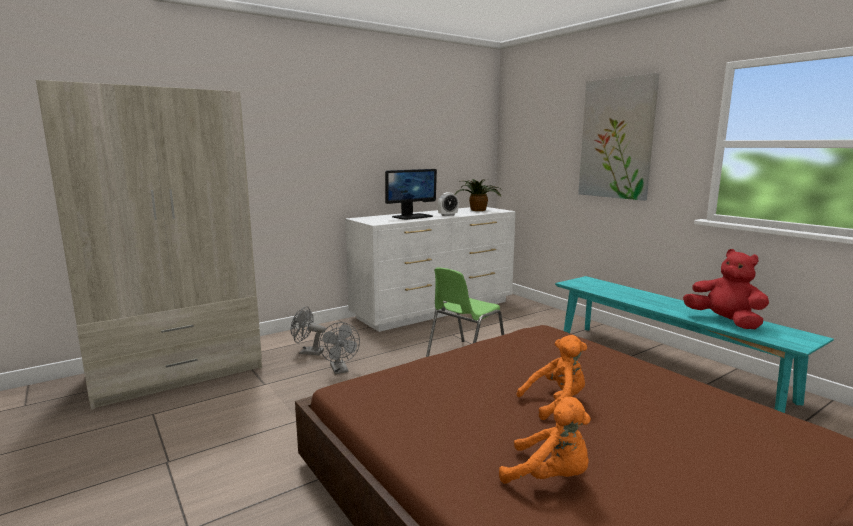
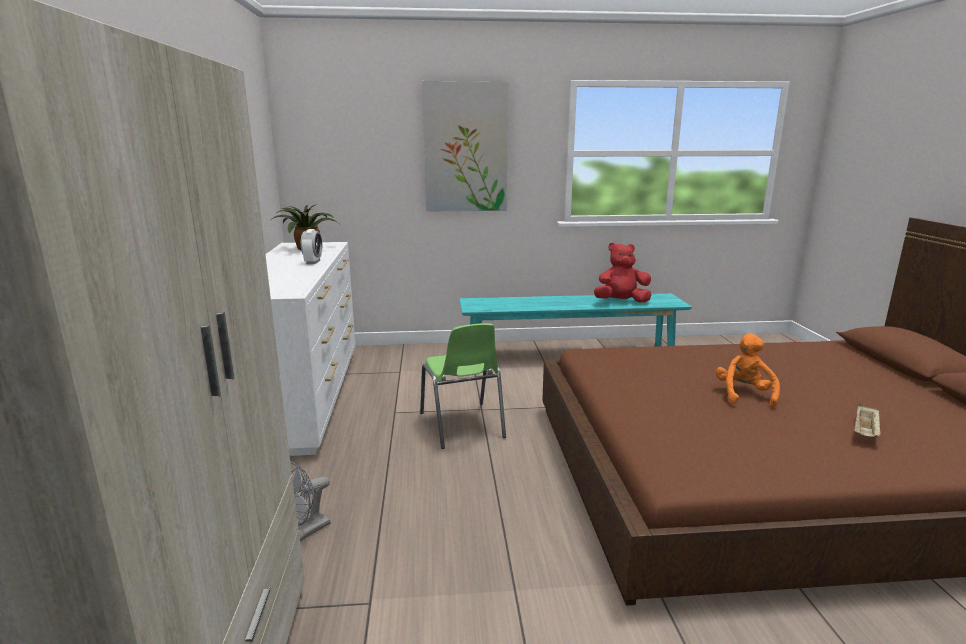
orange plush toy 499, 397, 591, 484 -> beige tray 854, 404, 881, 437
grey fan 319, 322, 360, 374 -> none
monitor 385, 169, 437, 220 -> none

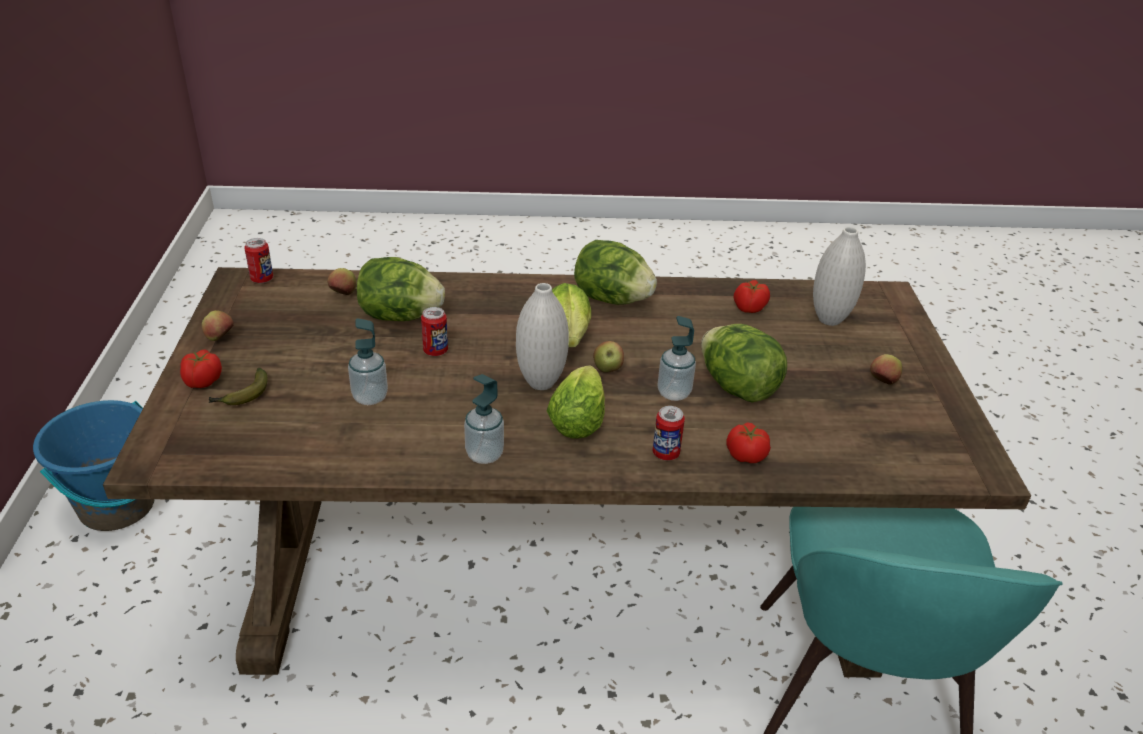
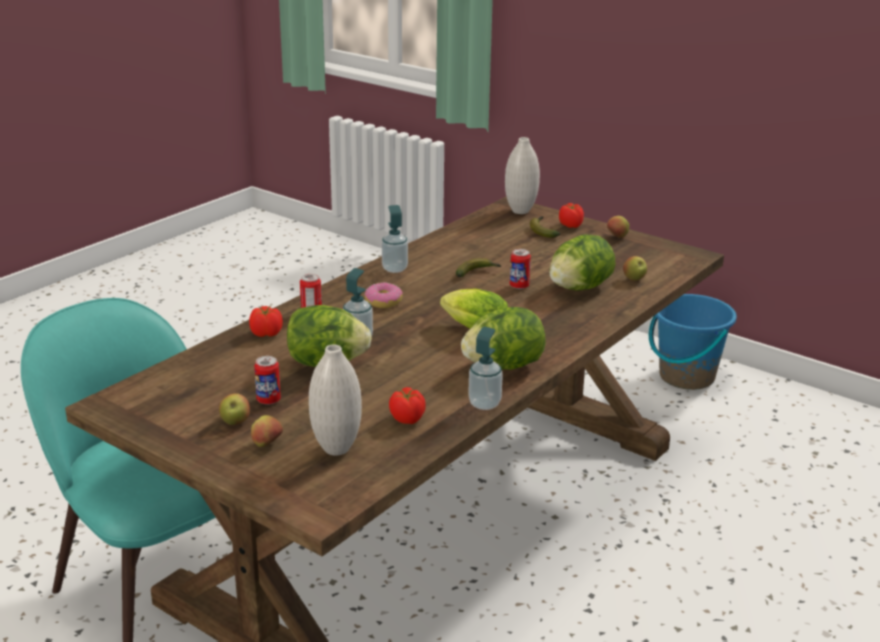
apple 593, 341, 624, 373 -> apple 251, 415, 283, 447, moved
can 244, 238, 273, 283 -> can 254, 356, 281, 405, moved
lettuce 547, 366, 605, 438 -> donut 365, 282, 403, 308
none -> banana 456, 258, 501, 277
soap dispenser 348, 319, 388, 405 -> soap dispenser 468, 327, 503, 410, moved
white vase 516, 283, 569, 390 -> white vase 505, 137, 540, 214, moved

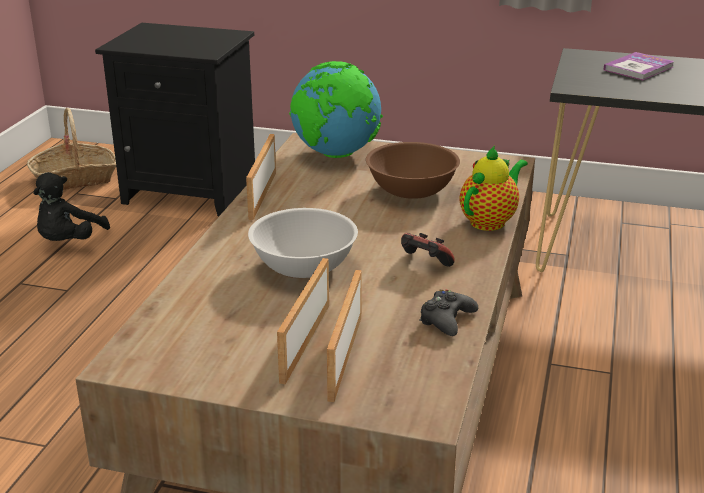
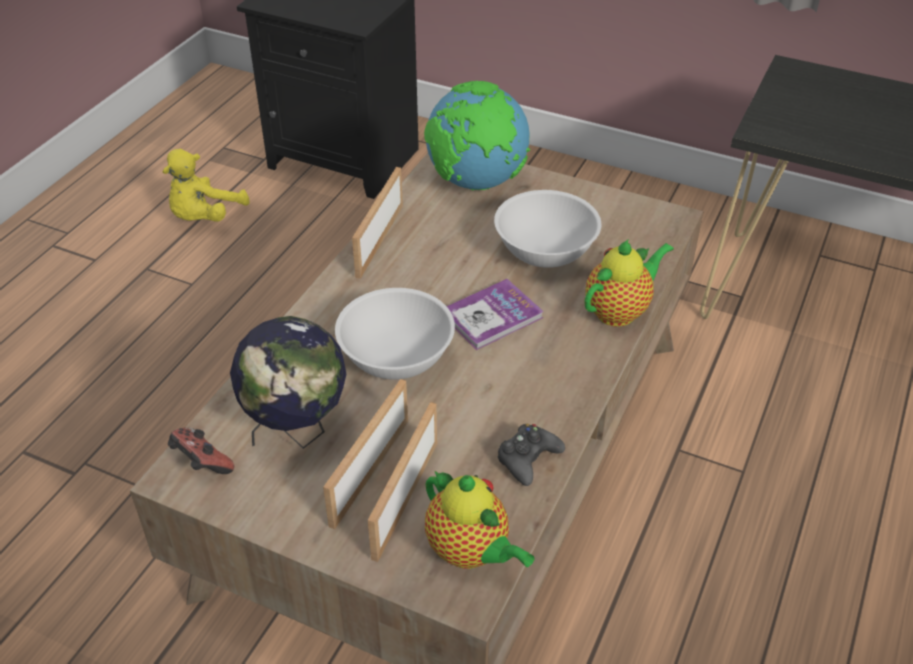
black plush toy 33, 172, 110, 241 -> yellow plush toy 163, 148, 250, 222
game controller 401, 233, 455, 267 -> game controller 168, 428, 234, 474, moved
none -> globe 230, 316, 346, 449
none -> teapot 425, 471, 534, 569
book 603, 52, 674, 80 -> book 447, 279, 544, 350, moved
brown bowl 366, 142, 460, 199 -> white bowl 494, 190, 601, 268
basket 27, 108, 116, 190 -> none

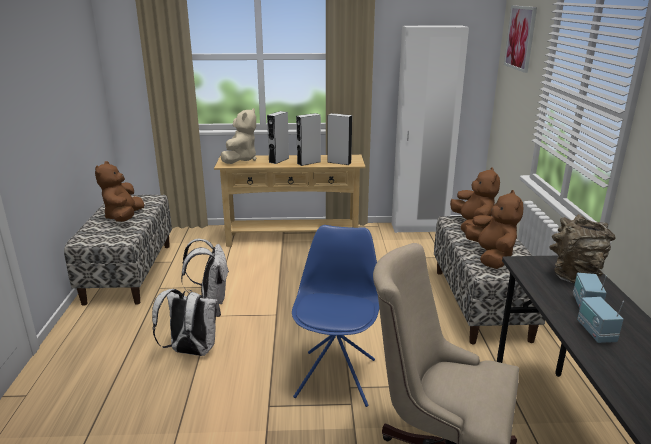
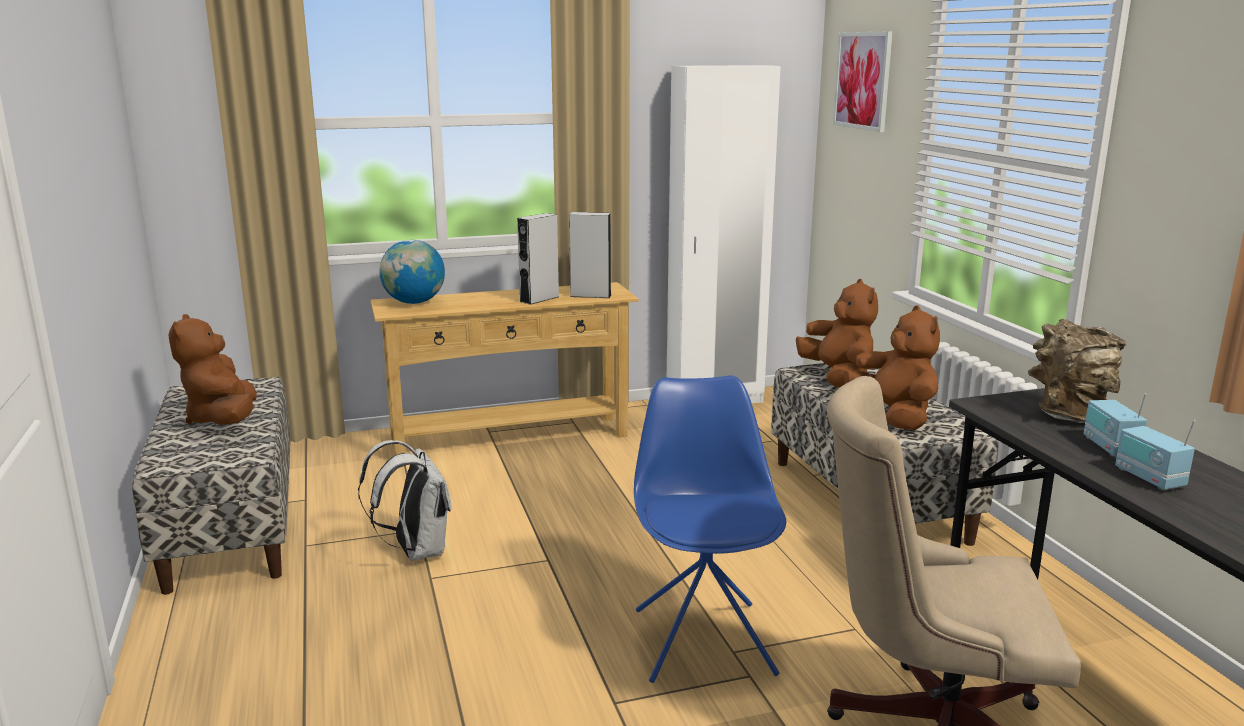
beige plush toy 221, 108, 256, 164 -> globe 379, 240, 445, 304
white backpack 152, 289, 221, 356 -> none
grey speaker 267, 111, 289, 164 -> none

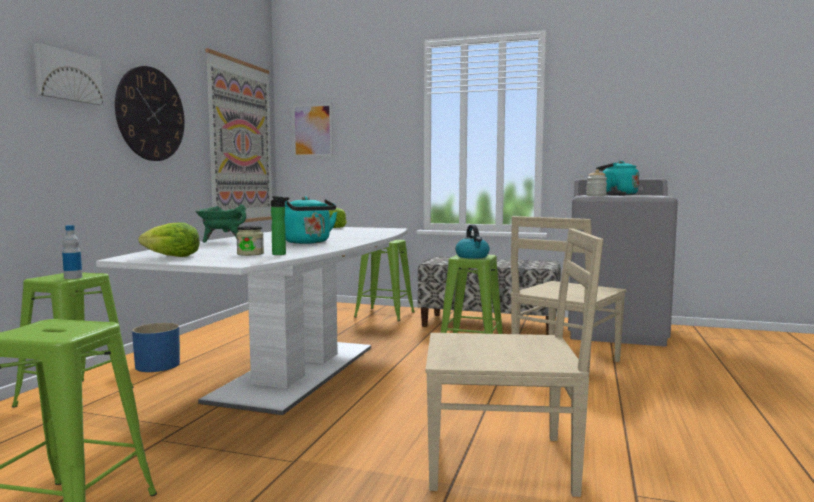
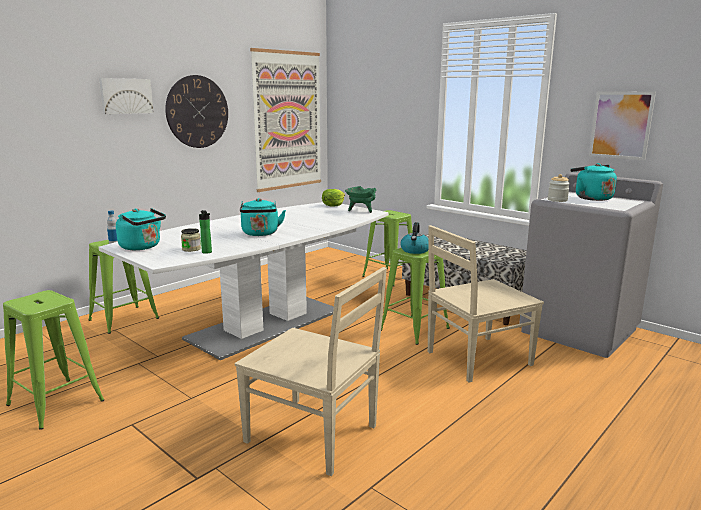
lettuce 139, 222, 200, 257 -> turquoise kettle 116, 208, 166, 250
green cooking pot 195, 204, 247, 243 -> green cooking pot 345, 186, 376, 213, moved
picture 292, 103, 333, 157 -> picture 589, 92, 656, 160, moved
blue planter 132, 323, 180, 372 -> none

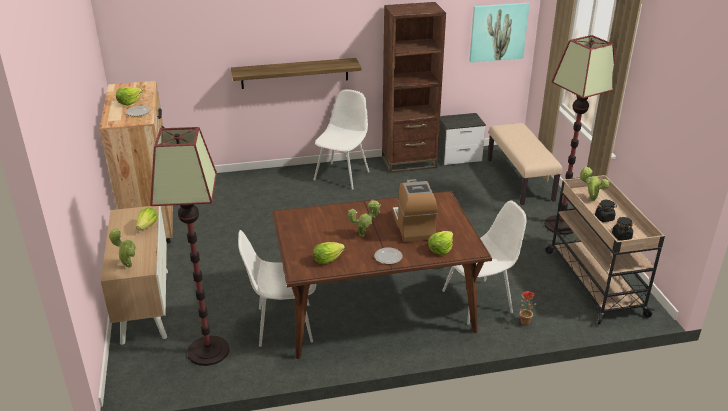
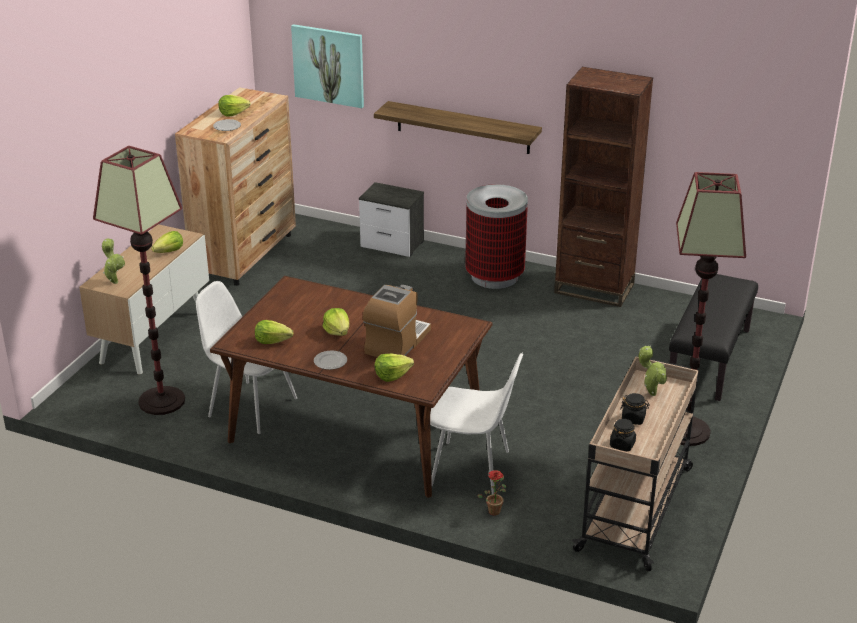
picture 469, 3, 530, 63 -> picture 291, 24, 364, 108, moved
potted plant 348, 200, 381, 237 -> lettuce 323, 308, 349, 336
nightstand 438, 113, 486, 165 -> nightstand 359, 182, 424, 257, moved
white chair 314, 89, 369, 189 -> trash can 465, 184, 528, 289
beige bench 488, 123, 563, 205 -> black bench 669, 274, 758, 401

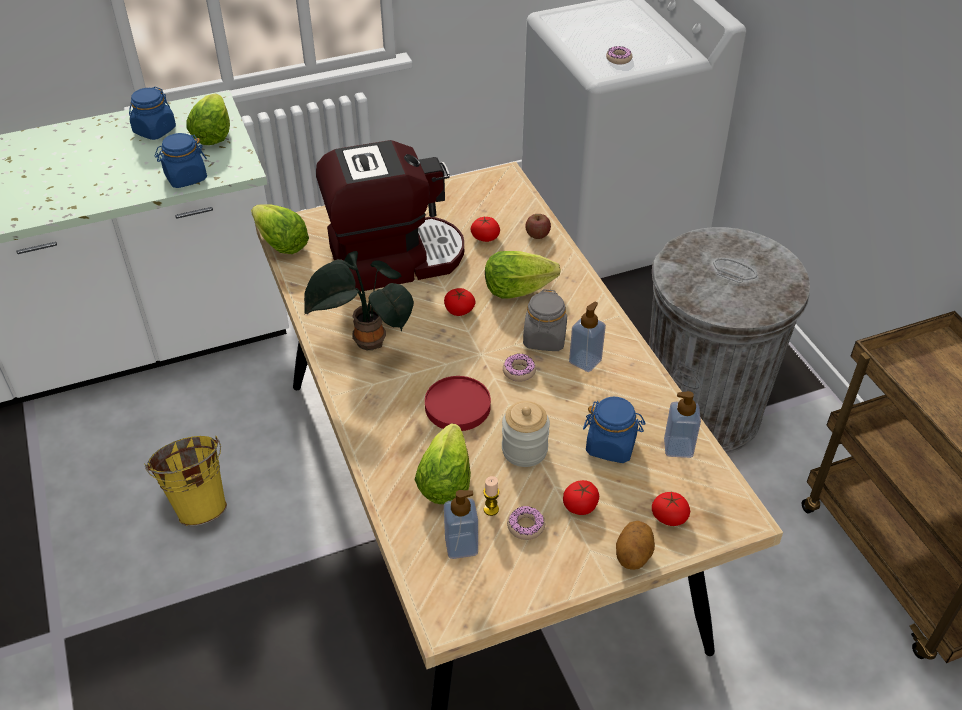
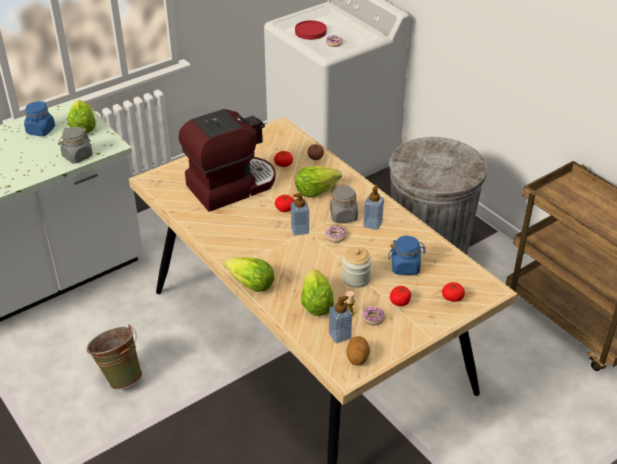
blue jar 155, 133, 207, 188 -> grey jar 58, 127, 93, 163
yellow bucket 144, 436, 227, 526 -> green bucket 87, 325, 142, 390
lettuce 251, 204, 309, 254 -> lettuce 224, 257, 274, 292, moved
soap dispenser 664, 391, 701, 458 -> soap dispenser 291, 193, 309, 236, moved
red plate 425, 376, 491, 431 -> red plate 295, 20, 327, 40, moved
potato 616, 521, 655, 570 -> potato 347, 336, 370, 366, moved
potted plant 303, 251, 414, 350 -> none

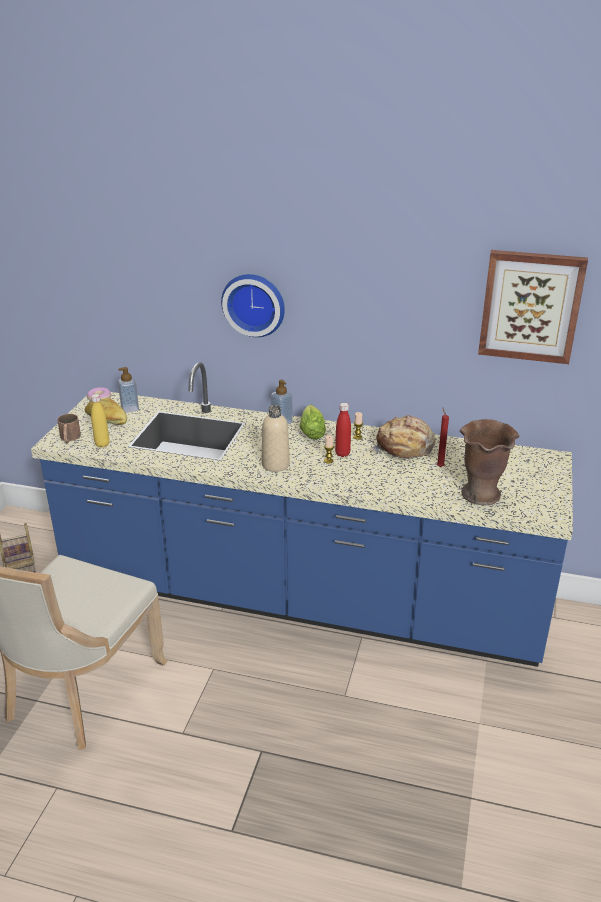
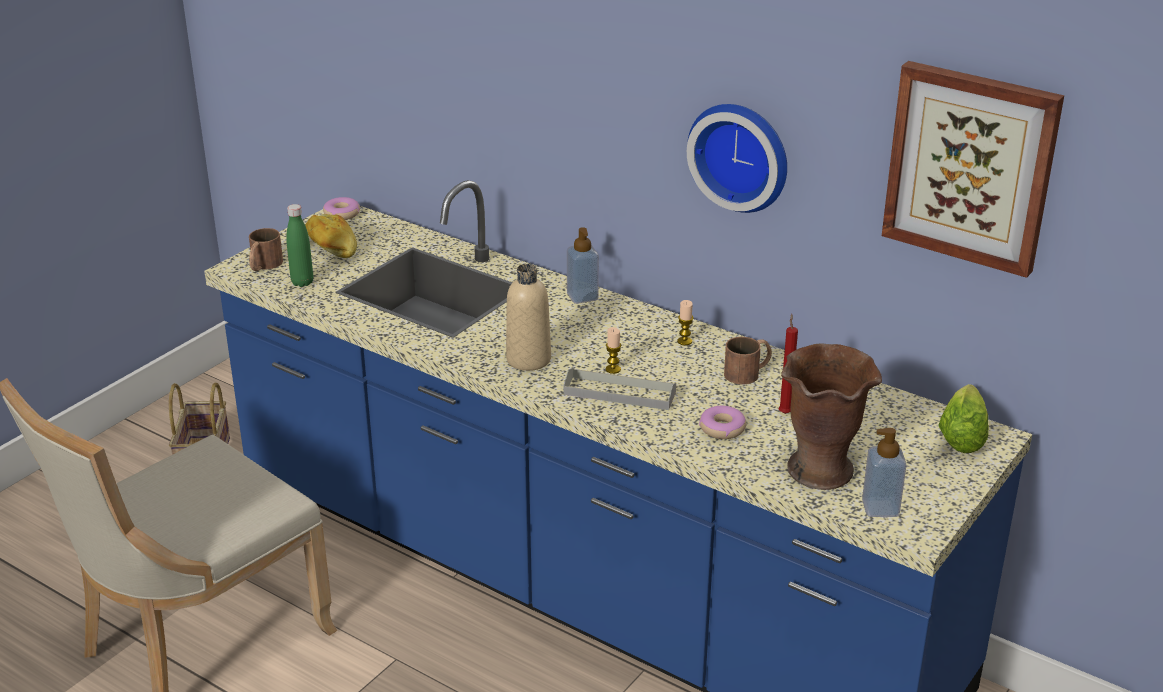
yellow bottle 91, 394, 110, 447 -> green bottle 286, 204, 313, 287
none -> grey tray 563, 368, 676, 410
wall clock 221, 274, 285, 337 -> wall clock 687, 104, 787, 213, moved
none -> donut 699, 406, 746, 439
bread 370, 415, 435, 461 -> brown mug 724, 337, 772, 385
soap dispenser 118, 367, 139, 413 -> soap dispenser 862, 428, 907, 517, moved
lettuce 300, 405, 326, 440 -> lettuce 938, 384, 989, 453, moved
red bottle 335, 403, 351, 457 -> none

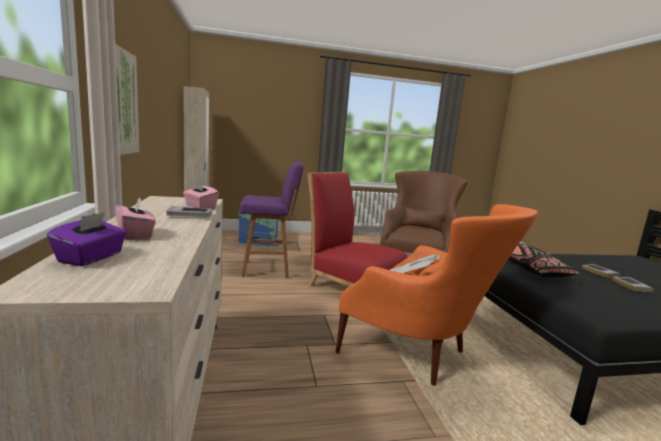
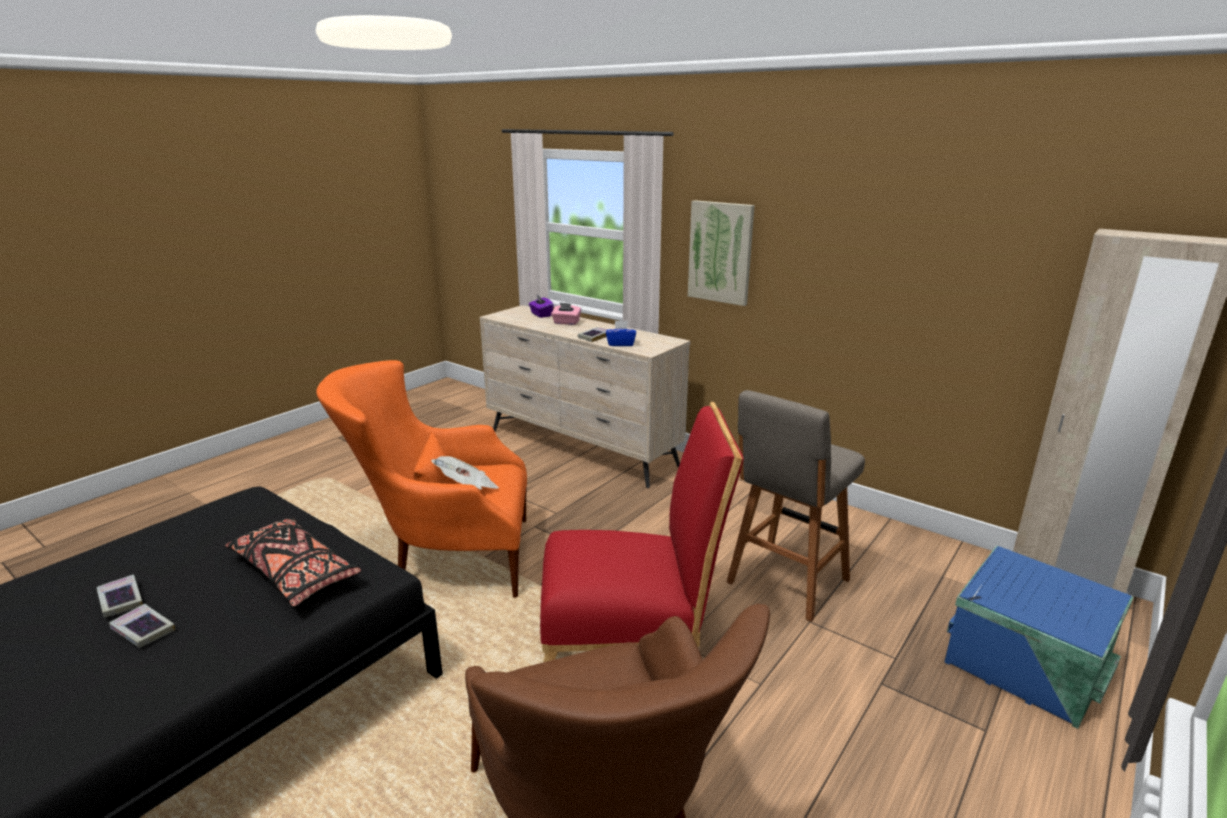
pink tissue box 183, 180, 219, 209 -> blue tissue box 606, 321, 636, 346
purple stool 240, 161, 303, 278 -> grey stool 727, 390, 865, 622

